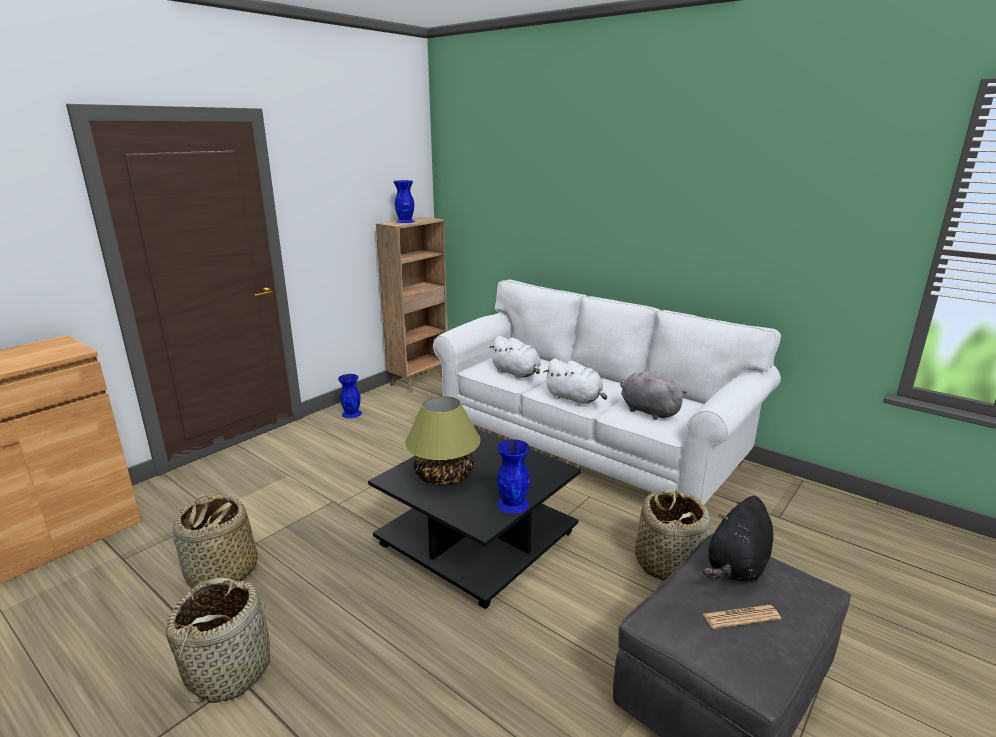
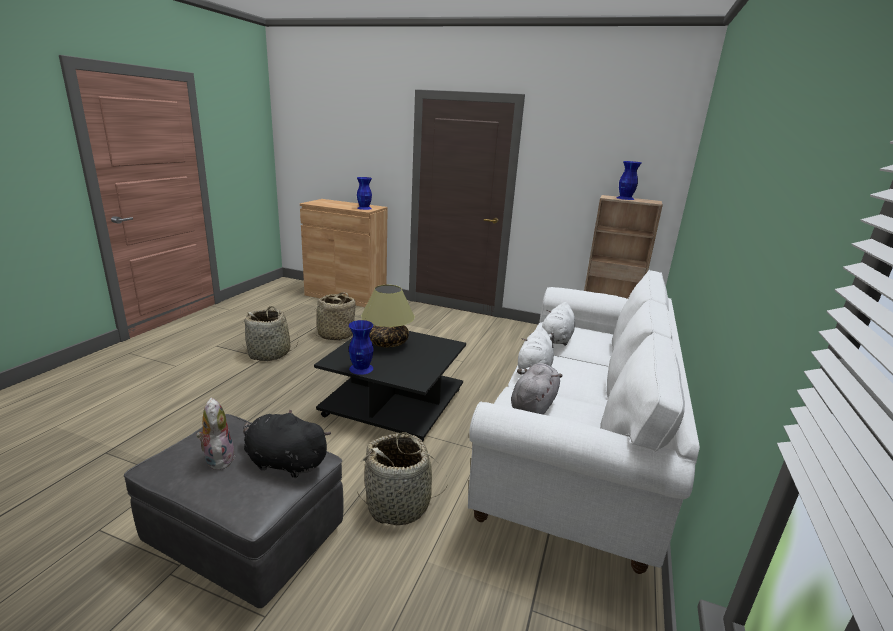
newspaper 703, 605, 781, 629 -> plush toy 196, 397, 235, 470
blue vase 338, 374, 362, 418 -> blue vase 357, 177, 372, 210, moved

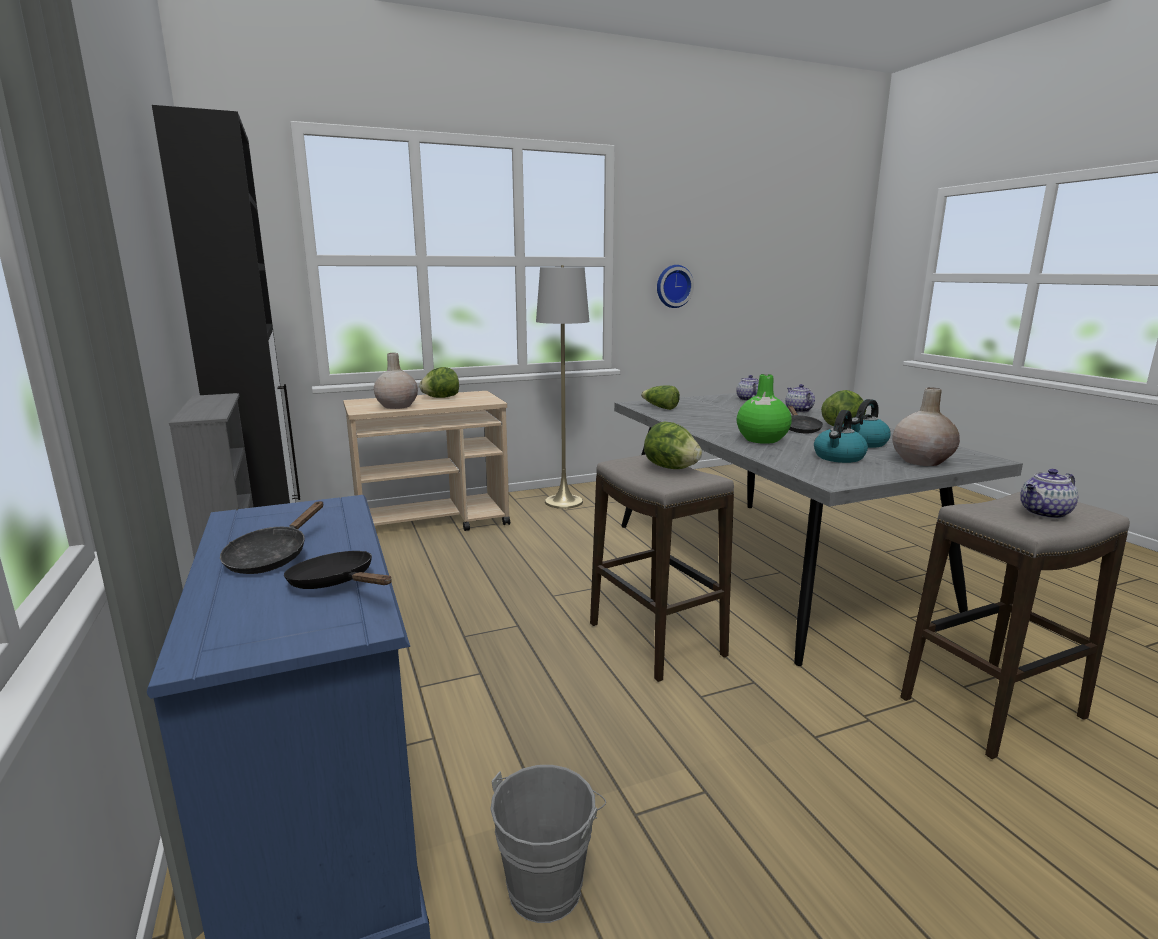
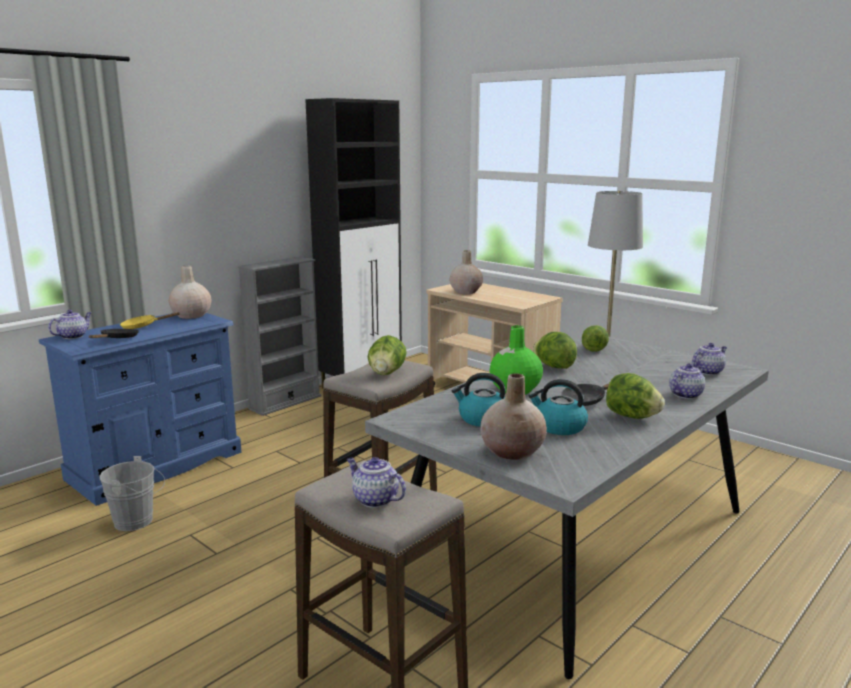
none -> teapot 48, 310, 92, 339
black frying pan 220, 501, 323, 574 -> yellow frying pan 120, 312, 180, 329
none -> beige vase 169, 266, 211, 319
lettuce 419, 367, 459, 398 -> lettuce 533, 332, 577, 369, moved
wall clock 657, 265, 694, 308 -> none

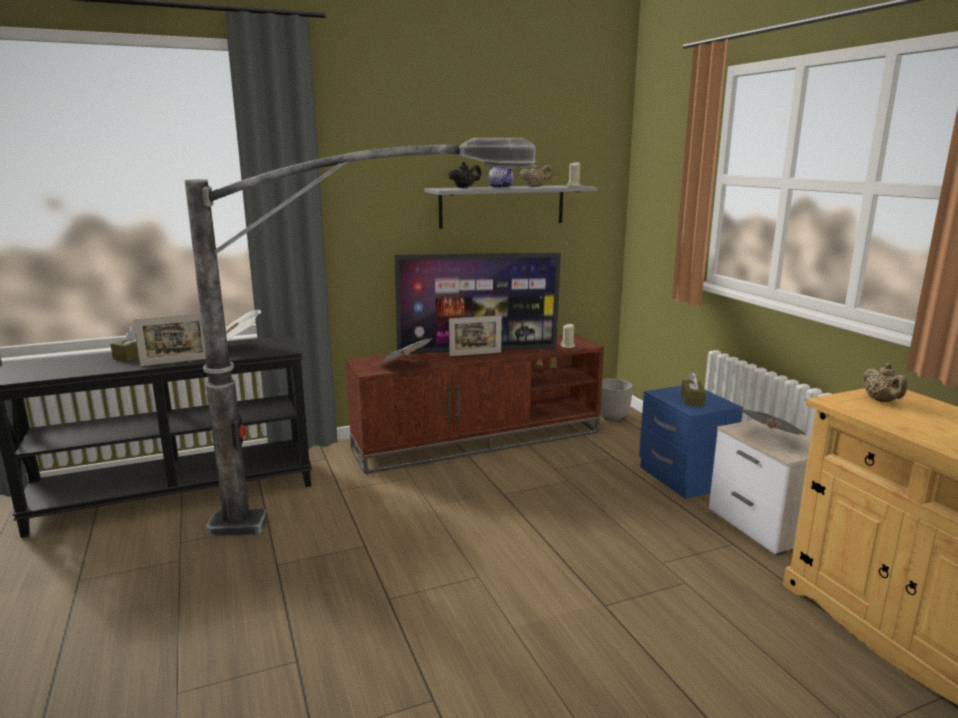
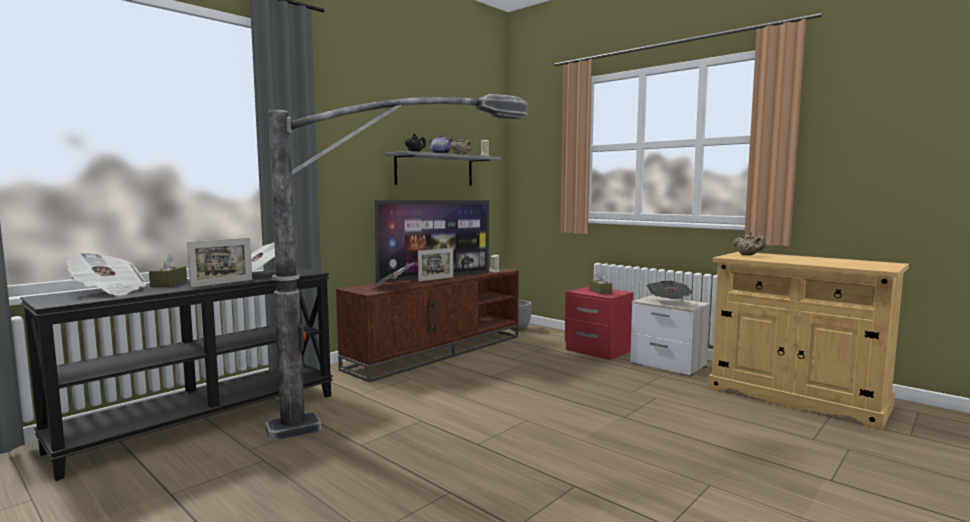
none -> newspaper 66, 253, 147, 296
blue nightstand 639, 385, 743, 499 -> red nightstand 565, 286, 633, 360

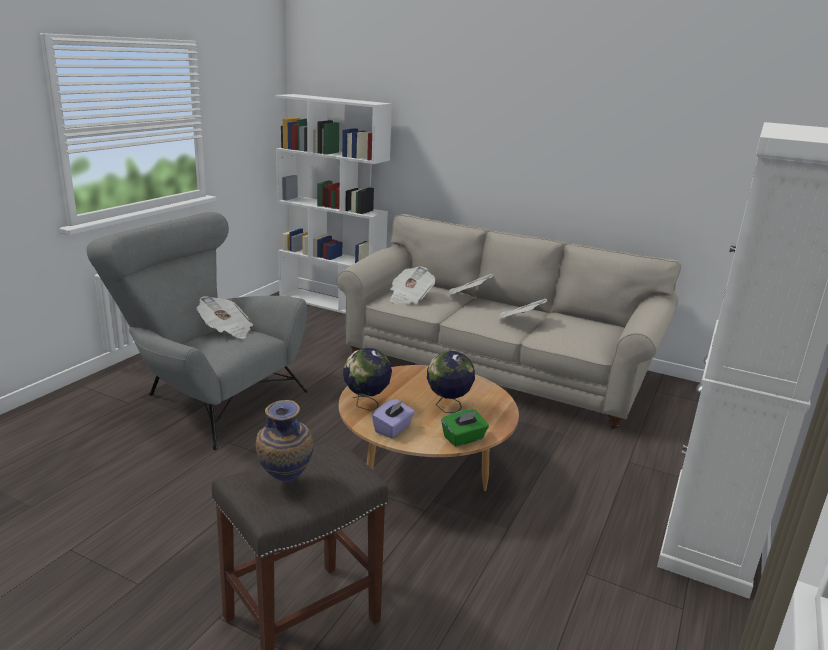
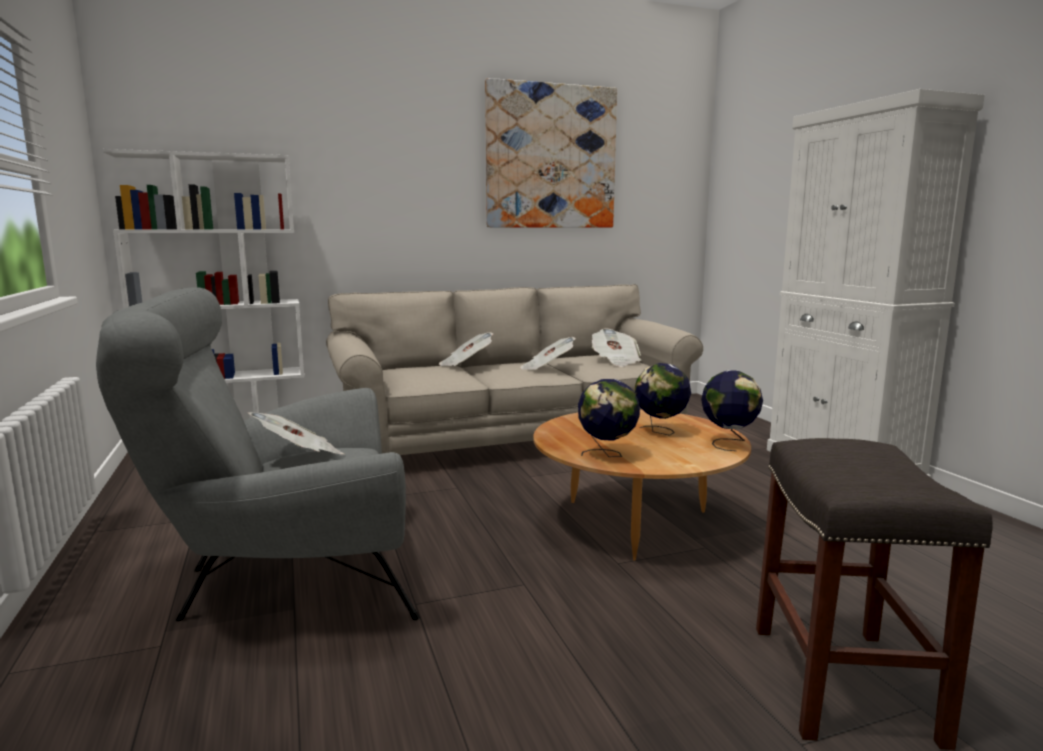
none -> picture 485, 78, 617, 228
newspaper 390, 266, 435, 304 -> newspaper 592, 328, 641, 367, moved
green tissue box 441, 409, 489, 447 -> globe 701, 370, 763, 451
vase 256, 400, 313, 482 -> none
purple tissue box 372, 399, 415, 439 -> none

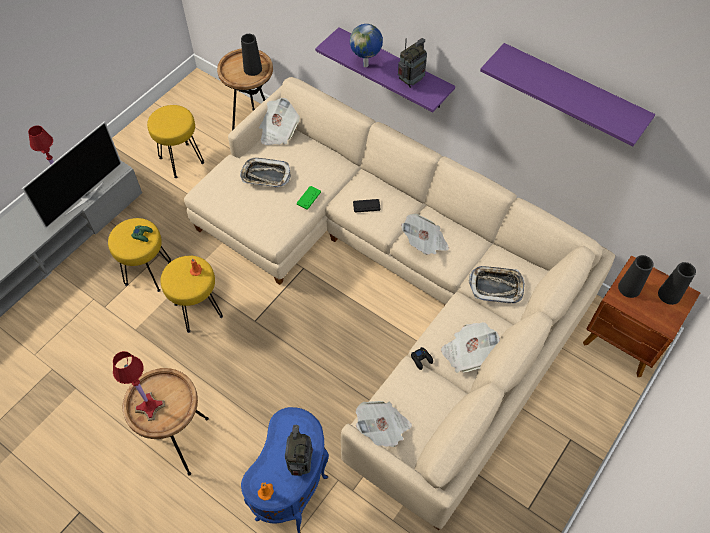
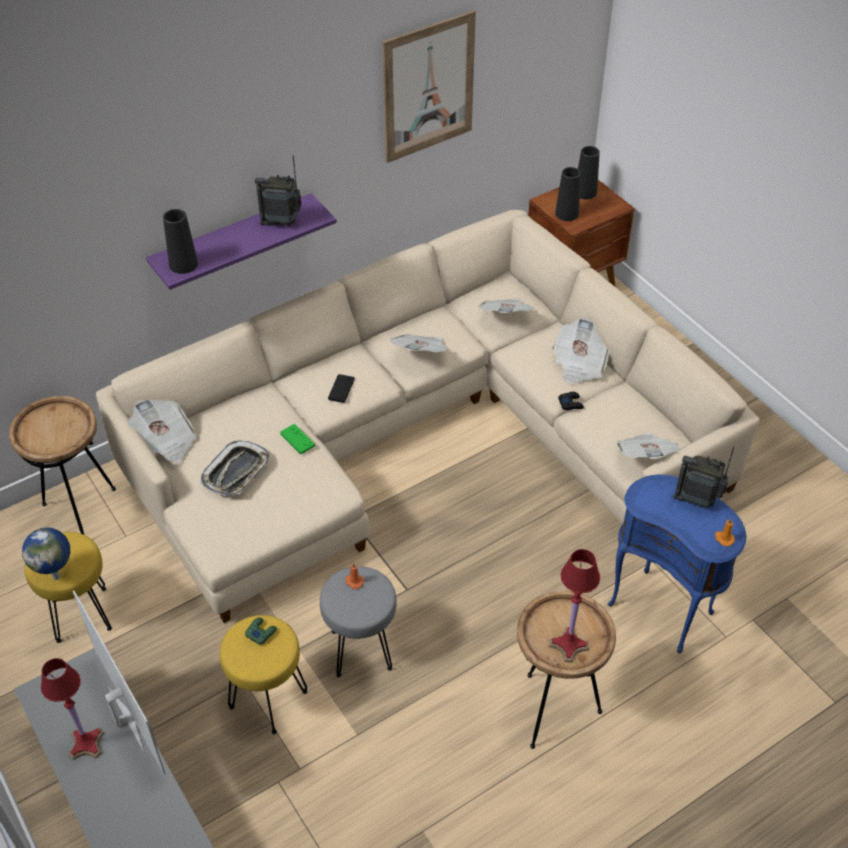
globe 350, 24, 383, 67 -> globe 22, 528, 70, 580, moved
black vase 241, 34, 262, 76 -> black vase 163, 209, 198, 274, moved
radio 398, 38, 427, 88 -> radio 255, 155, 302, 226, 60 degrees counterclockwise
yellow stool 160, 256, 223, 333 -> grey stool 320, 566, 397, 677
purple shelf 480, 43, 655, 146 -> picture 382, 10, 476, 163
tray 469, 266, 525, 303 -> newspaper 479, 298, 534, 313

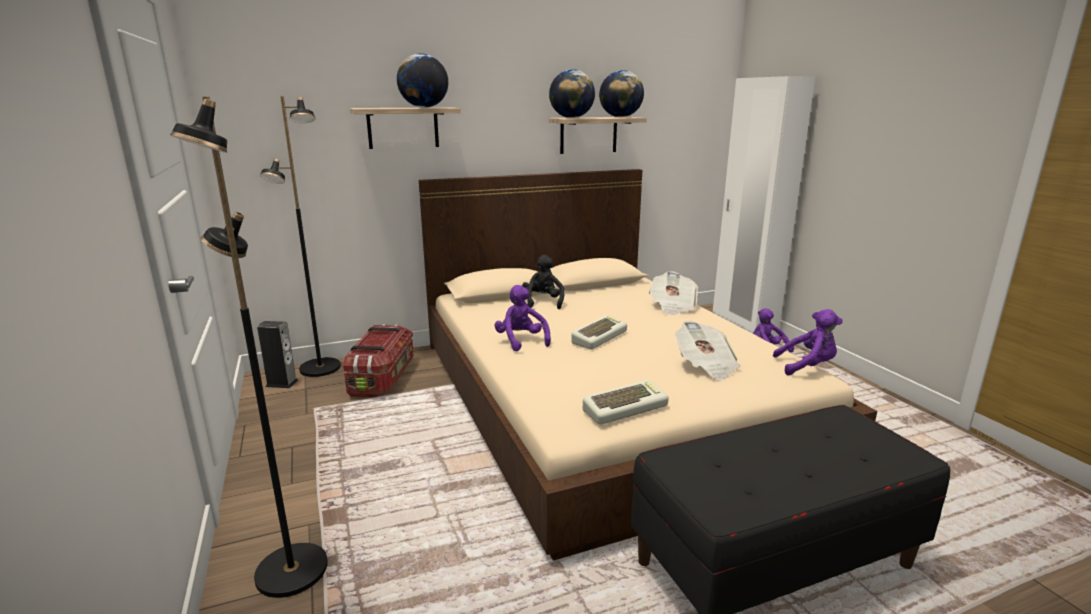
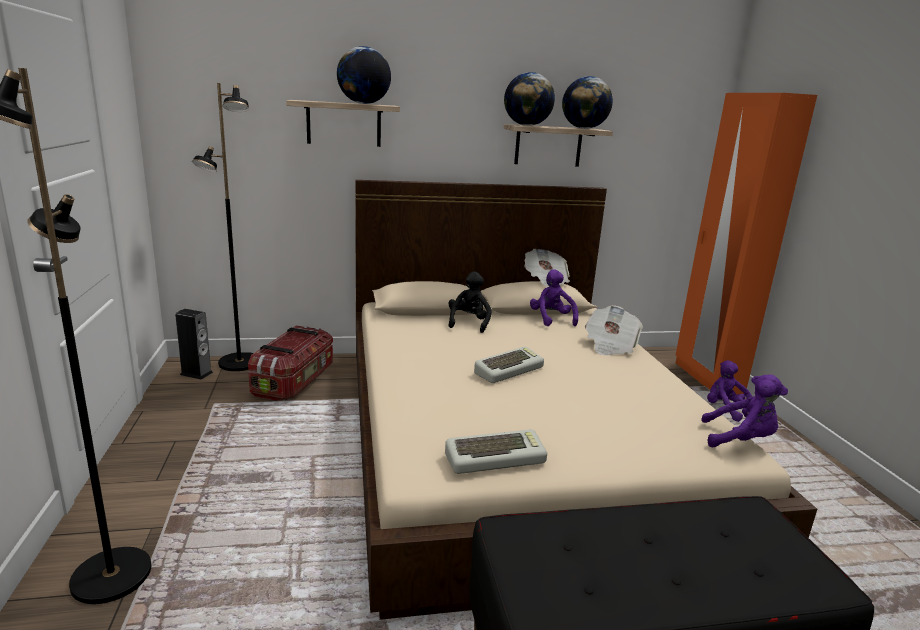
newspaper 675, 321, 741, 381 -> newspaper 524, 249, 570, 287, moved
purple plush toy 494, 285, 551, 352 -> purple plush toy 530, 269, 578, 326, moved
white wardrobe 713, 76, 815, 337 -> orange wardrobe 675, 93, 817, 395

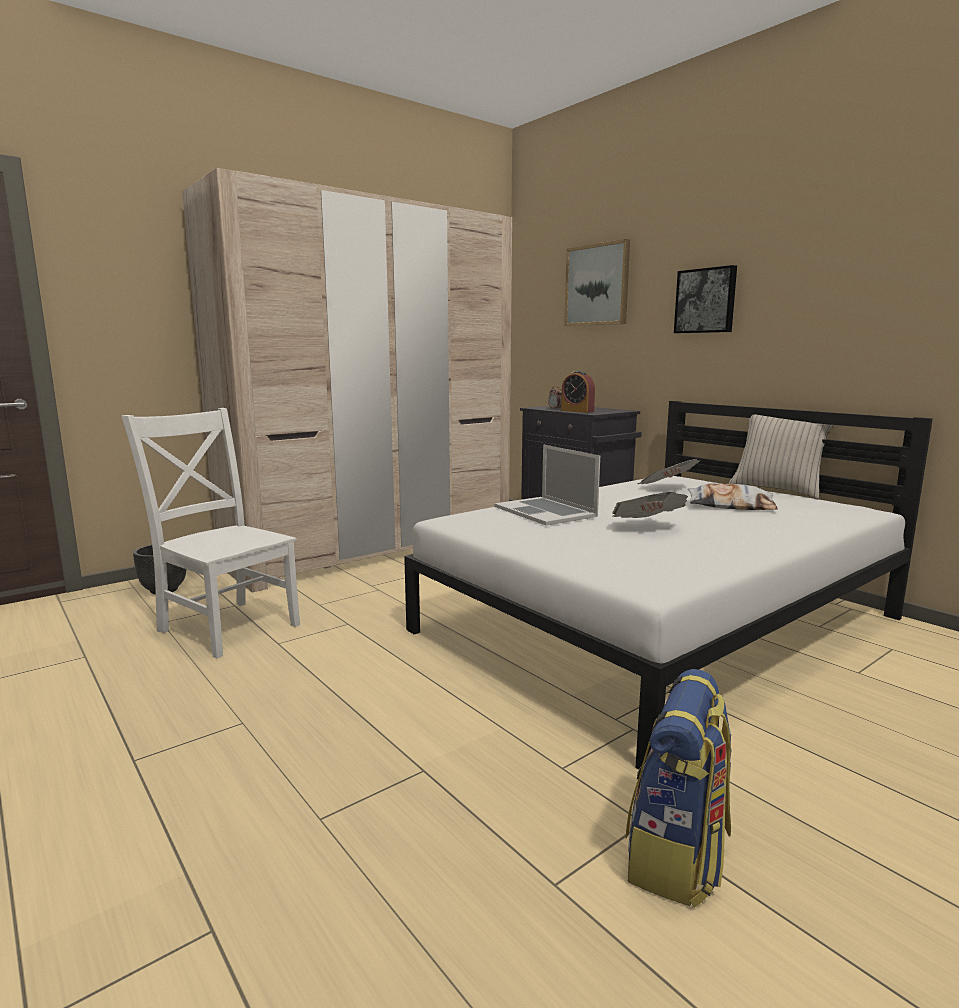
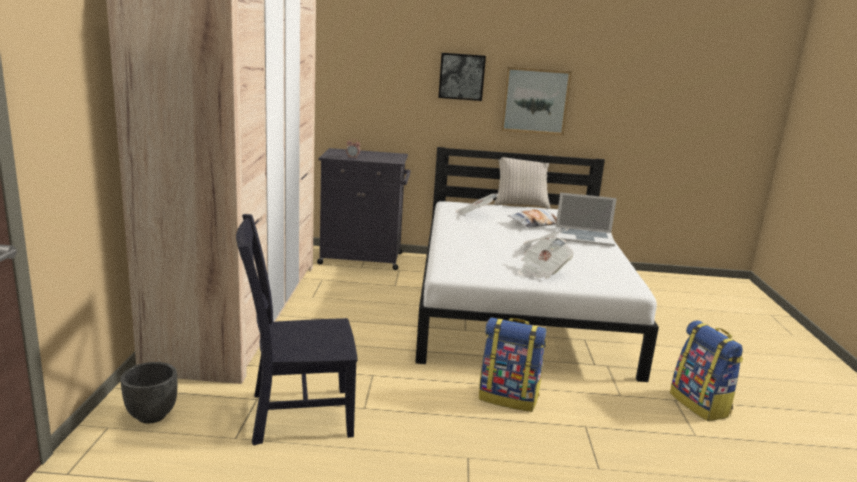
white chair 121, 408, 300, 659 -> black chair 236, 214, 358, 445
none -> backpack 479, 317, 546, 412
picture 564, 239, 630, 326 -> picture 501, 66, 572, 136, moved
none -> newspaper 518, 238, 573, 279
laptop 494, 444, 600, 526 -> laptop 556, 192, 617, 246, moved
alarm clock 561, 371, 595, 413 -> none

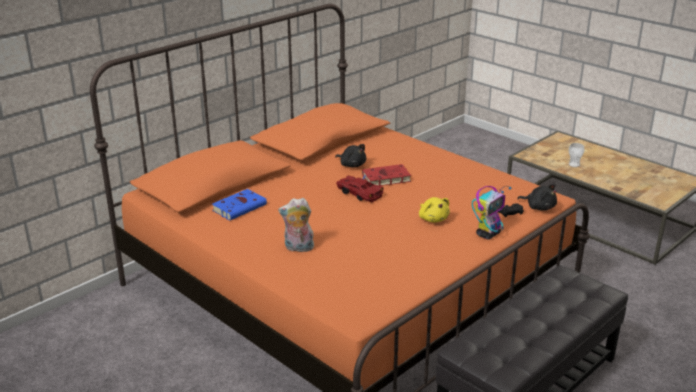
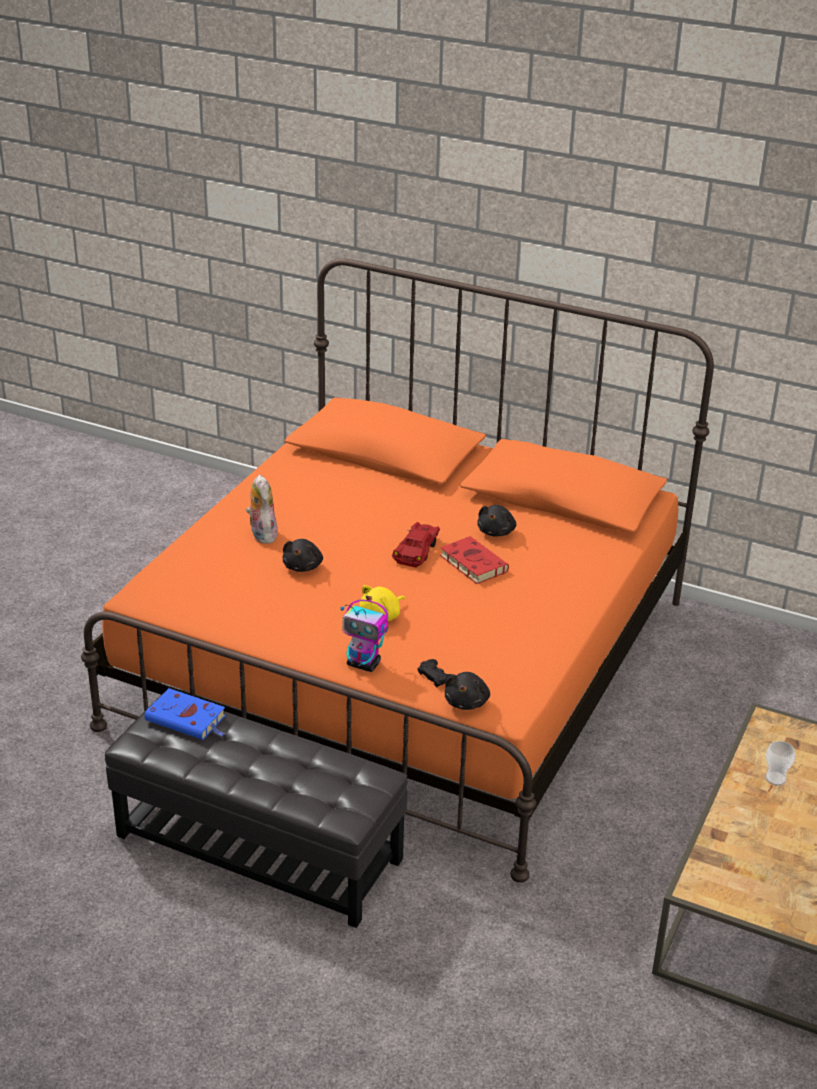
blue book 212, 189, 267, 220 -> blue book 144, 688, 226, 740, moved
none -> black plush toy 283, 539, 323, 572

